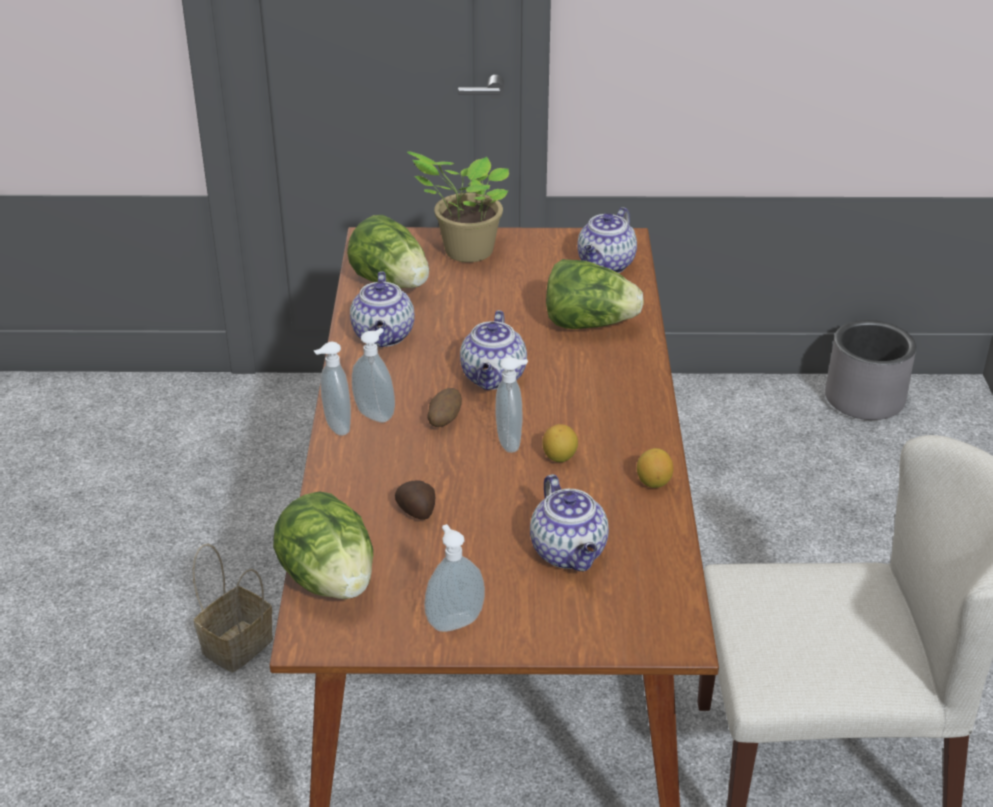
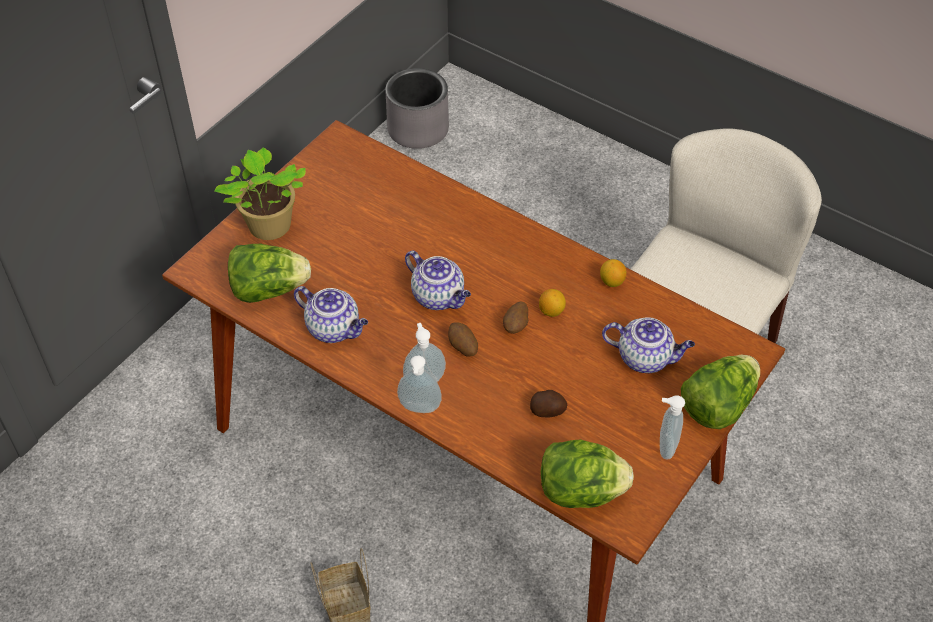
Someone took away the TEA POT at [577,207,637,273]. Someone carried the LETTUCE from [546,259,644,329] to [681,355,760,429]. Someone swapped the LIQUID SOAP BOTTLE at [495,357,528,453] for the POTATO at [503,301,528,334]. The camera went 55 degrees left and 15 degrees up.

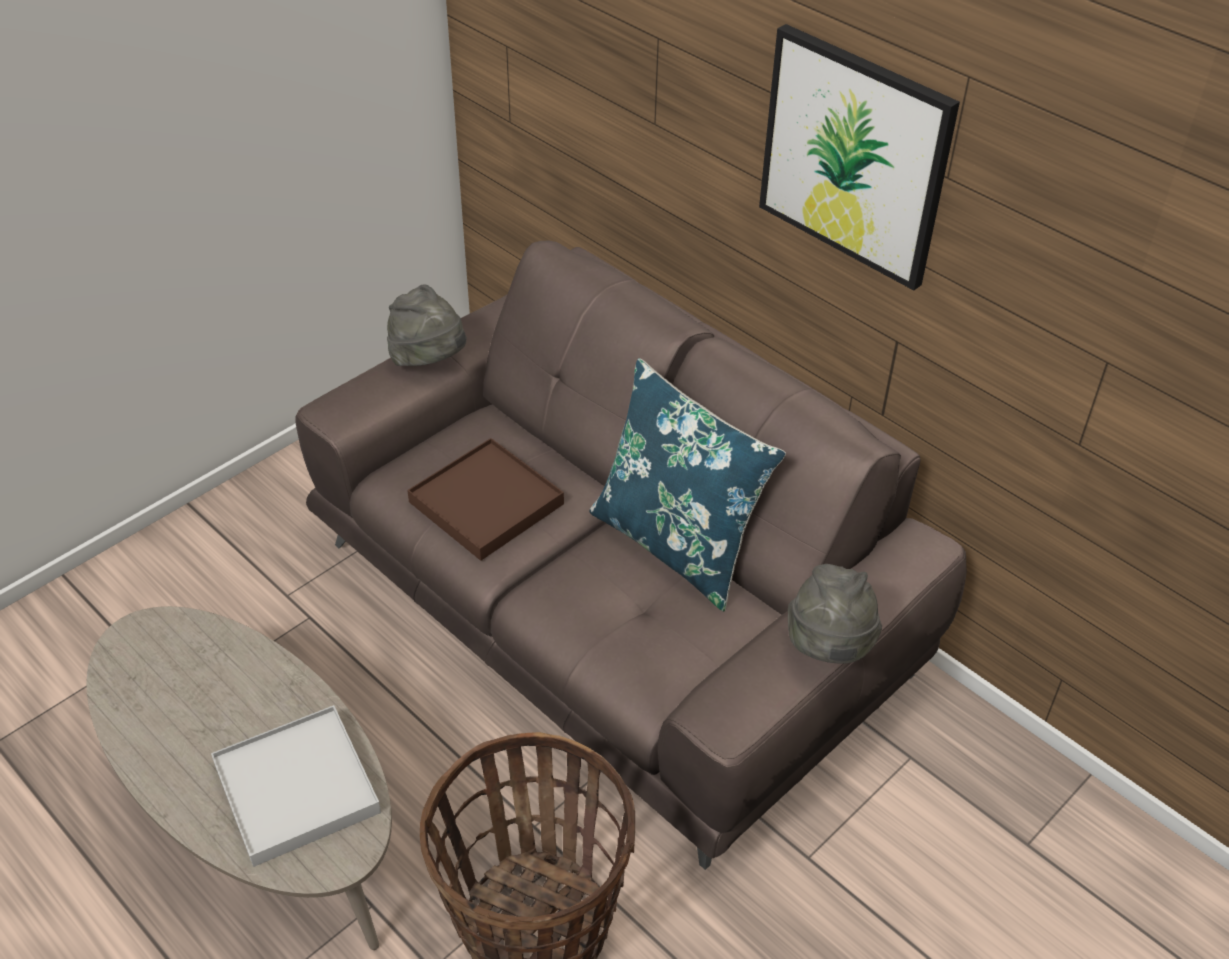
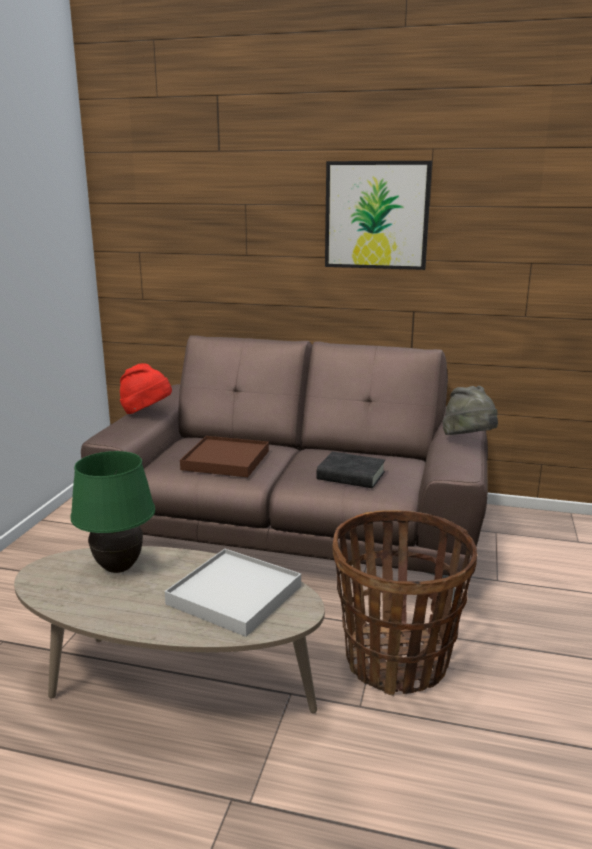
Someone repainted the GREYISH CLOTHING HAT at [387,284,467,366], which became the RED-COLOURED CLOTHING HAT at [120,363,172,414]. Someone took away the BLUISH THROW PILLOW at [589,358,786,612]. Someone put down the GREENISH TABLE LAMP at [70,451,155,573]. Someone put down the BLACK VOLUME at [316,452,385,488]. The camera went 30 degrees left and 25 degrees down.

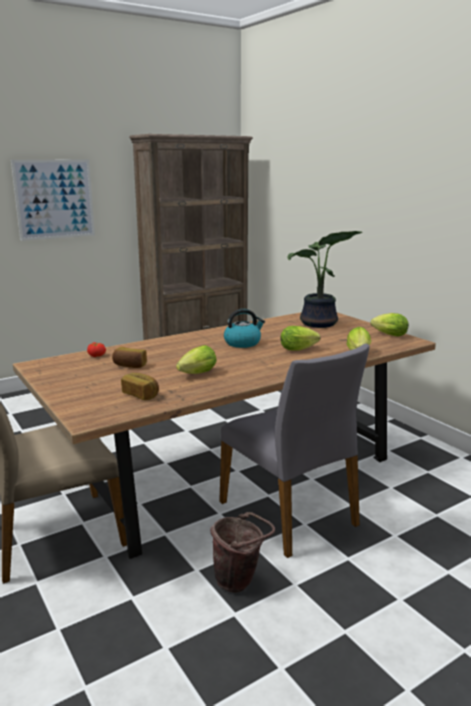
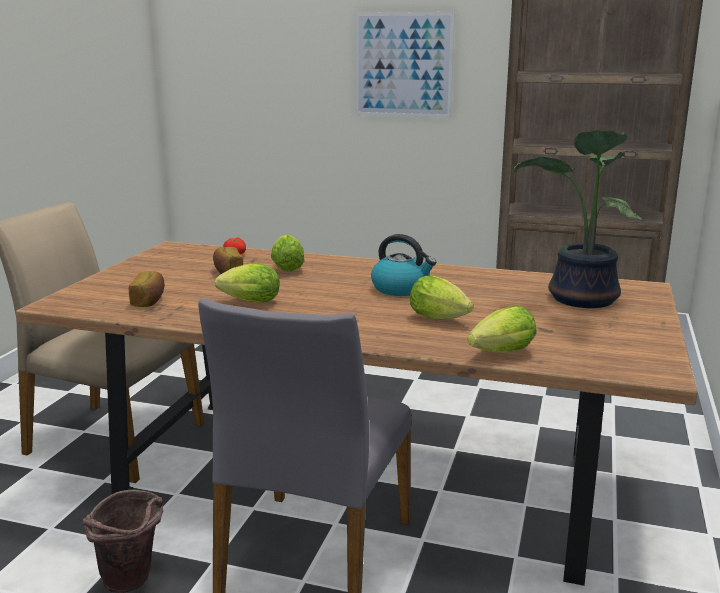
Someone carried the LETTUCE from [370,313,408,336] to [271,234,305,272]. The camera went 50 degrees right and 0 degrees up.

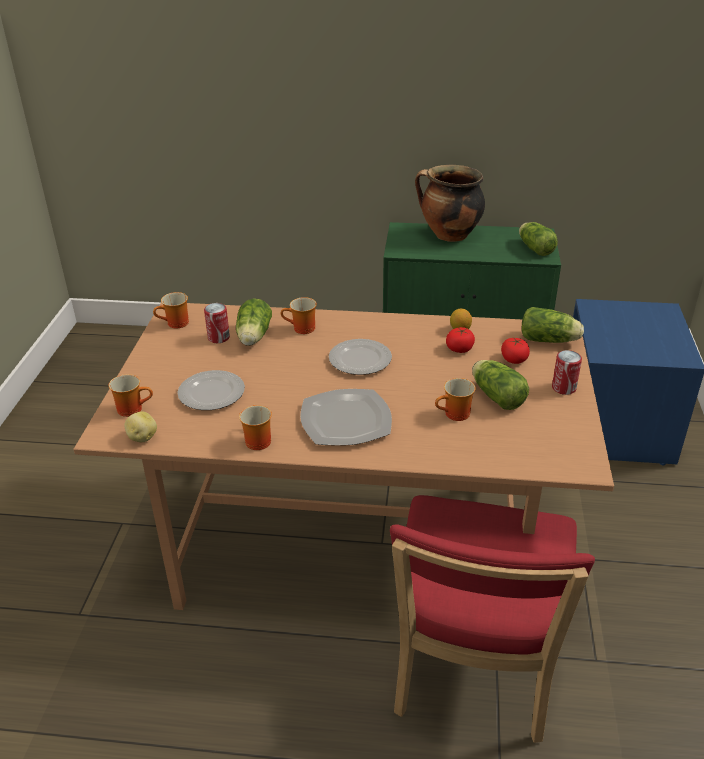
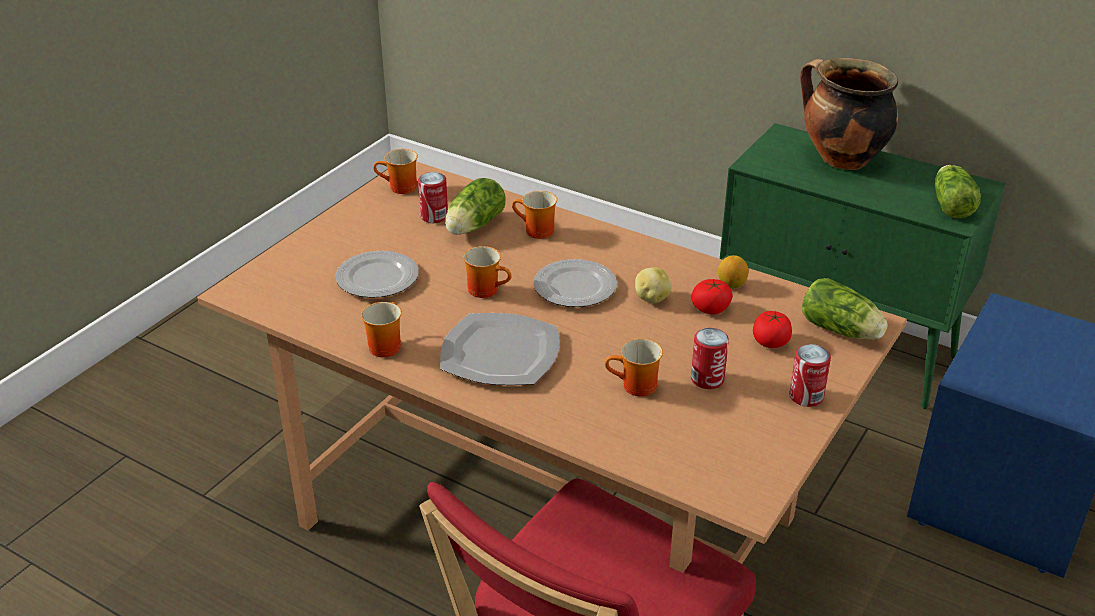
Someone swapped the LETTUCE at [472,360,529,410] for the CAN at [691,328,729,389]. Someone carried the MUG from [108,374,153,417] to [463,246,511,298]. Someone carried the POTATO from [124,411,157,442] to [635,267,672,303]. The camera went 25 degrees right and 0 degrees up.

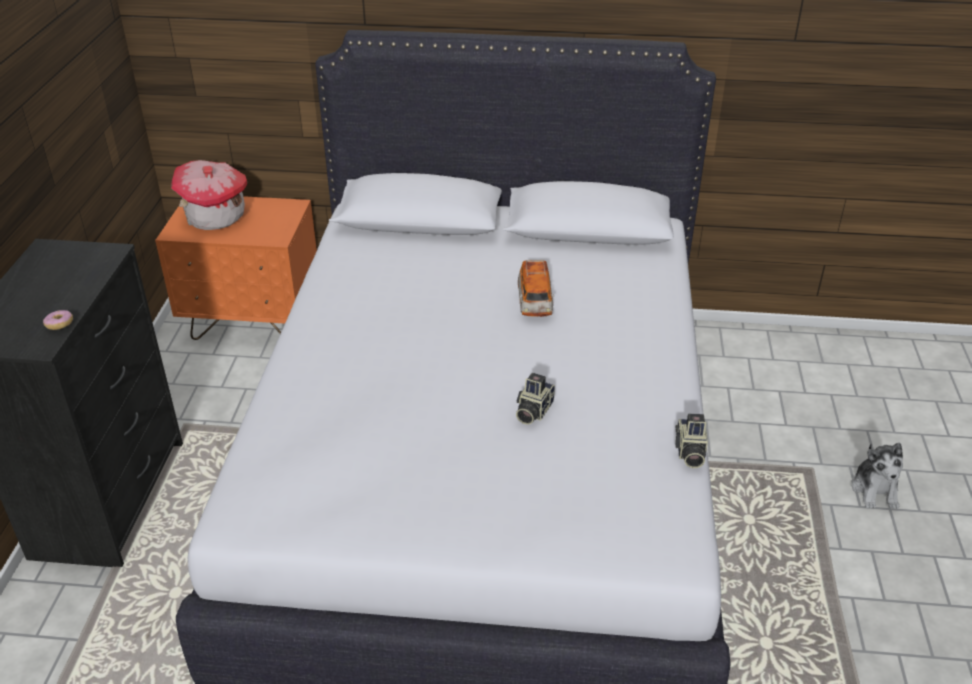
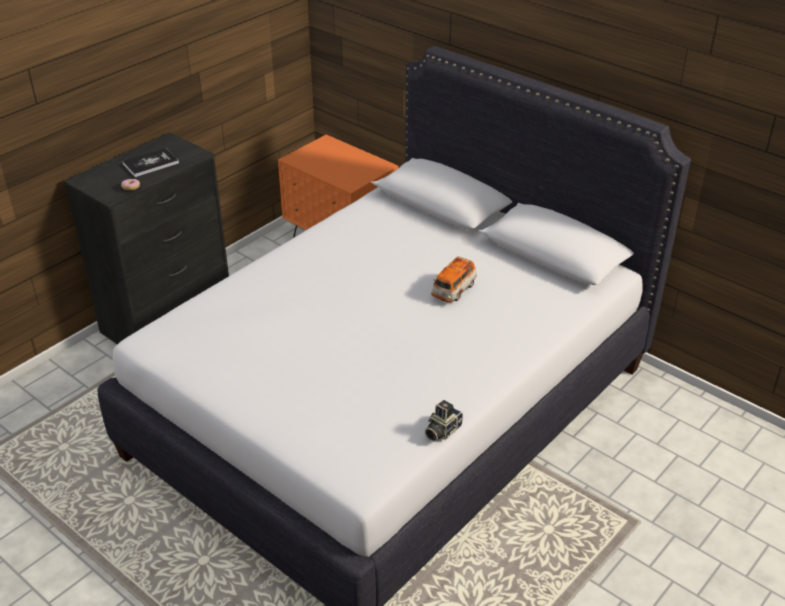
Someone took away the TOY HOUSE at [171,160,247,230]. Someone took away the STILL CAMERA at [516,373,555,425]. Someone took away the SOFT TOY at [851,442,903,509]. Someone put down the VOLUME at [122,148,179,177]. The camera went 35 degrees right and 0 degrees up.

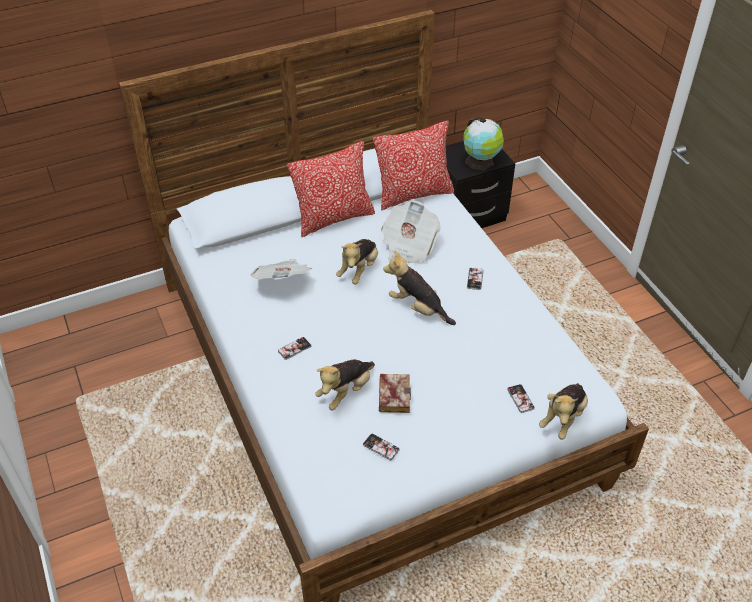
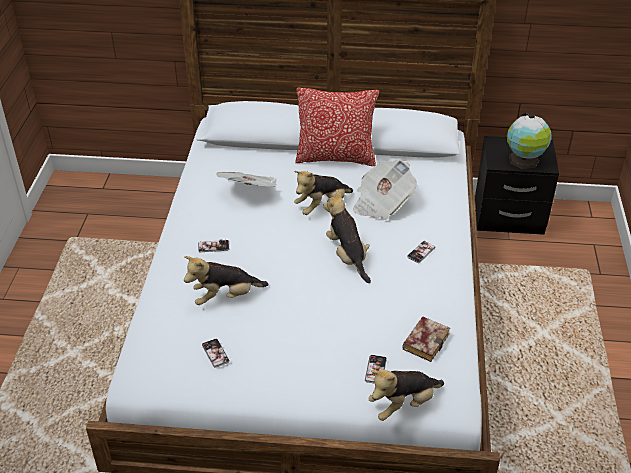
Someone took away the THROW PILLOW at [373,121,454,210]. Someone carried the VOLUME from [379,374,411,413] to [402,316,450,362]. The camera went 30 degrees right and 5 degrees down.

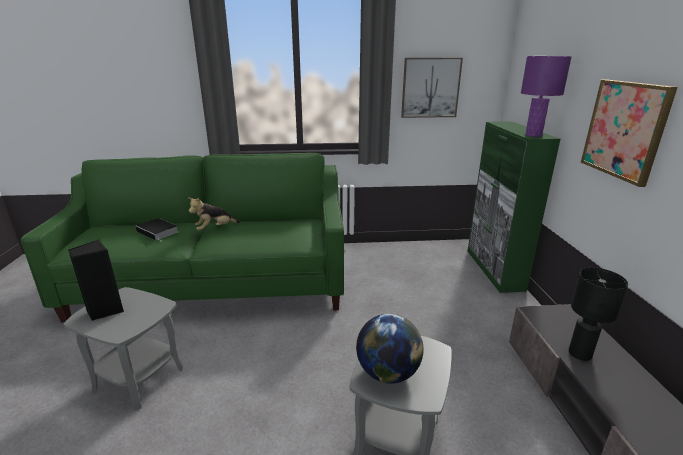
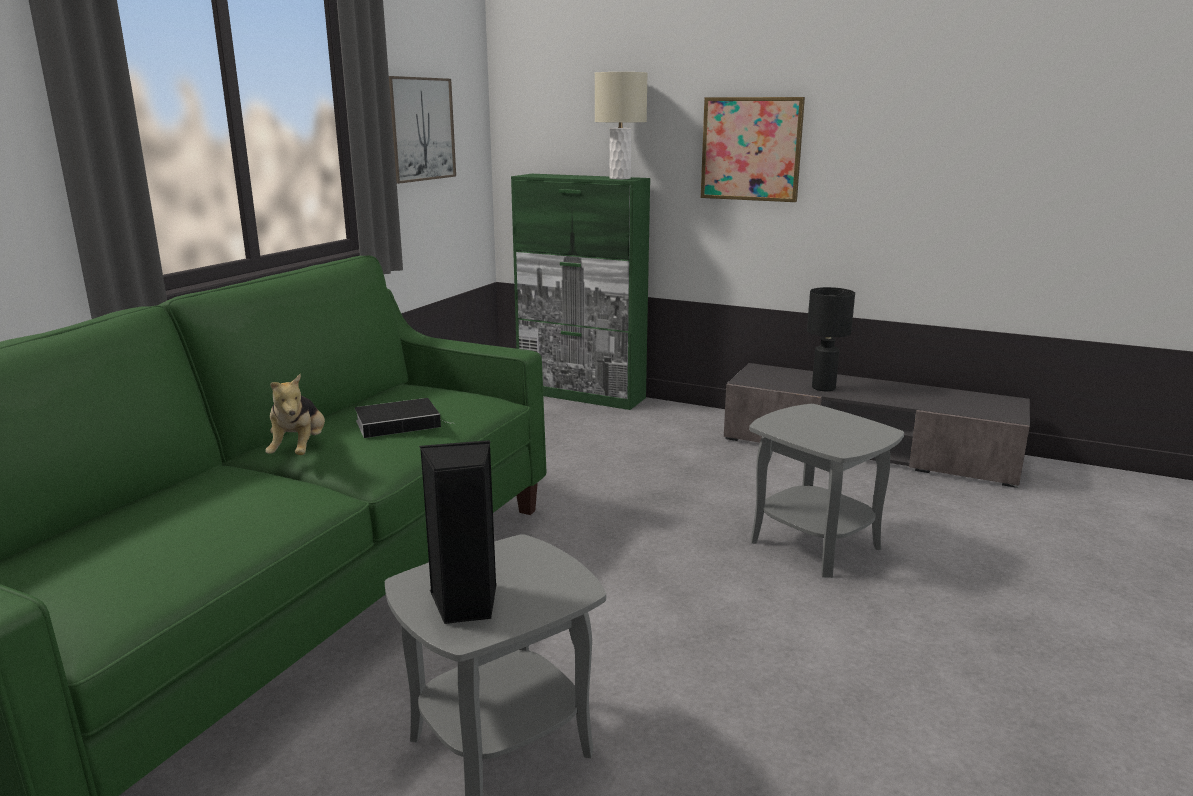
Someone repainted the PURPLISH TABLE LAMP at [521,56,572,137], which became the SAND-COLOURED TABLE LAMP at [595,72,648,179]. Someone carried the VOLUME from [135,218,178,241] to [355,398,454,438]. Someone took away the DESK GLOBE at [356,314,424,384]. The camera went 60 degrees left and 5 degrees down.

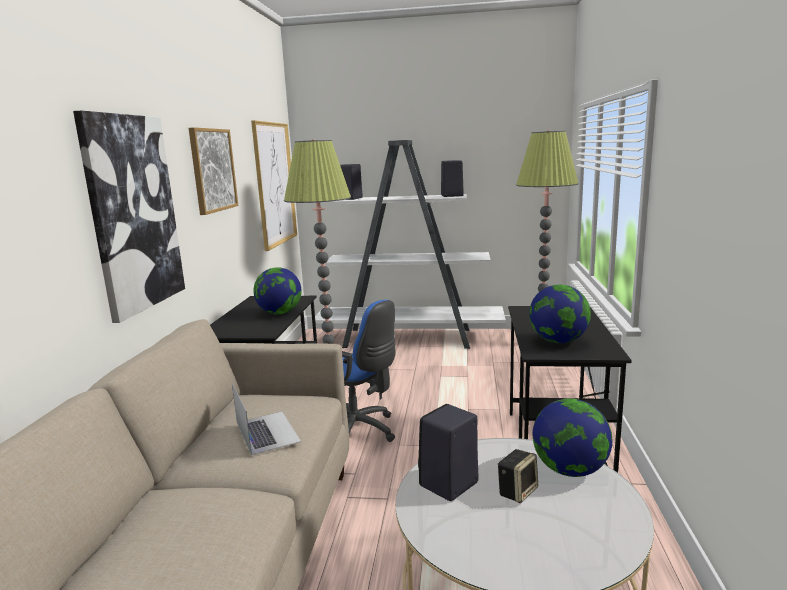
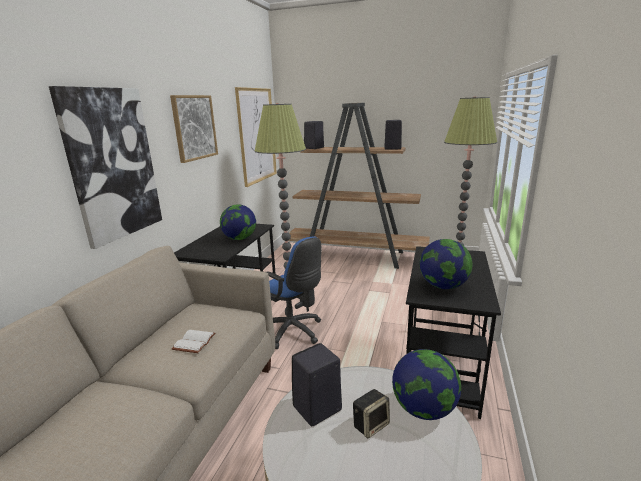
Someone repainted the WHITISH BOOKSHELF at [315,140,506,349], which became the BROWN-COLOURED BOOKSHELF at [288,103,430,269]. Someone swapped the LAPTOP at [232,383,301,455] for the WHITISH VOLUME at [172,330,216,353]. The camera went 10 degrees right and 5 degrees up.

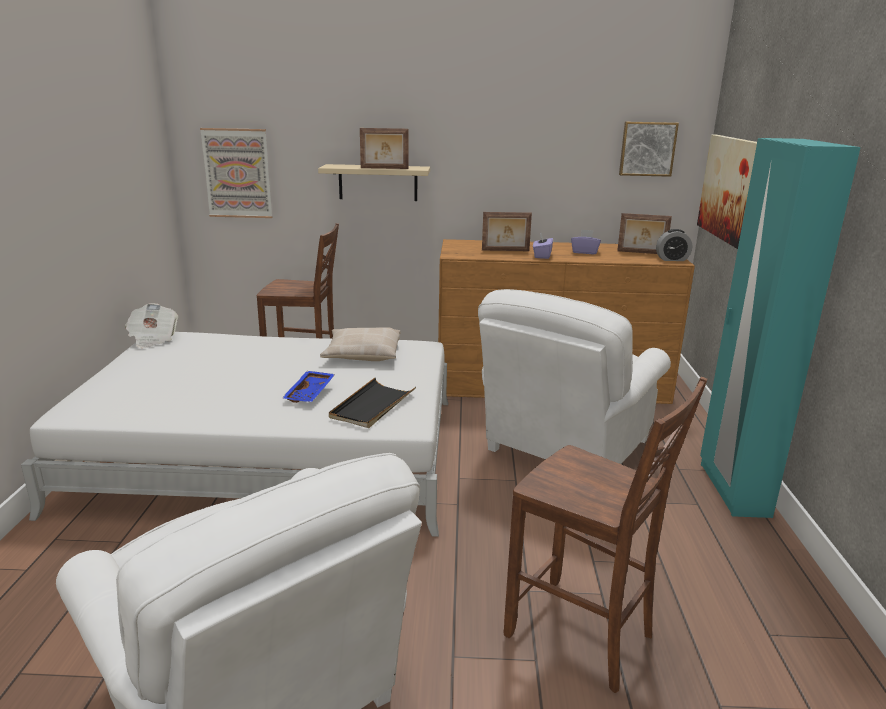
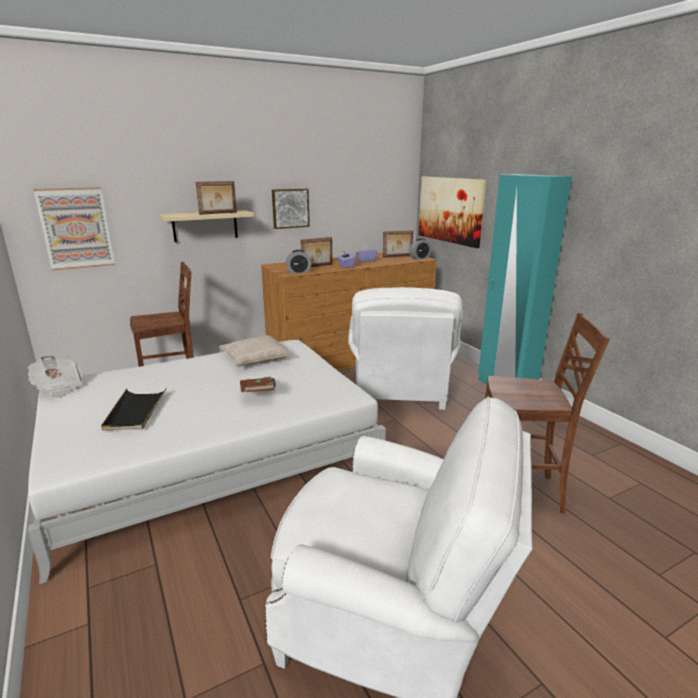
Someone carried the WALL PICTURE from [619,122,679,177] to [272,189,310,229]. Someone swapped the BLUISH TRAY at [282,371,335,403] for the BROWN-COLOURED VOLUME at [240,377,276,393]. Someone carried the BLACK TRAY from [329,378,416,428] to [101,388,167,431]. Someone put down the TABLE CLOCK at [286,250,311,274]. The camera went 30 degrees left and 0 degrees up.

